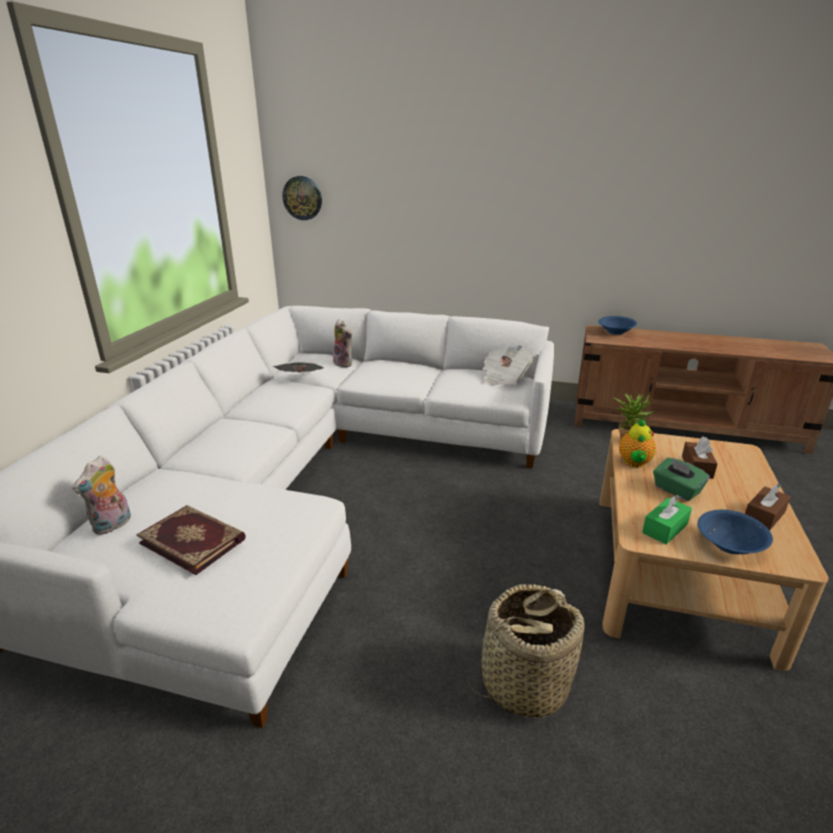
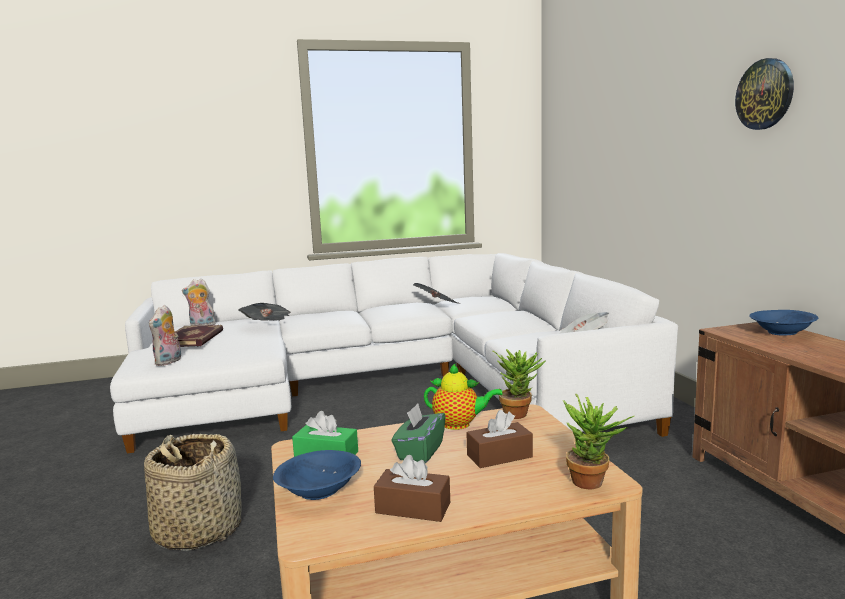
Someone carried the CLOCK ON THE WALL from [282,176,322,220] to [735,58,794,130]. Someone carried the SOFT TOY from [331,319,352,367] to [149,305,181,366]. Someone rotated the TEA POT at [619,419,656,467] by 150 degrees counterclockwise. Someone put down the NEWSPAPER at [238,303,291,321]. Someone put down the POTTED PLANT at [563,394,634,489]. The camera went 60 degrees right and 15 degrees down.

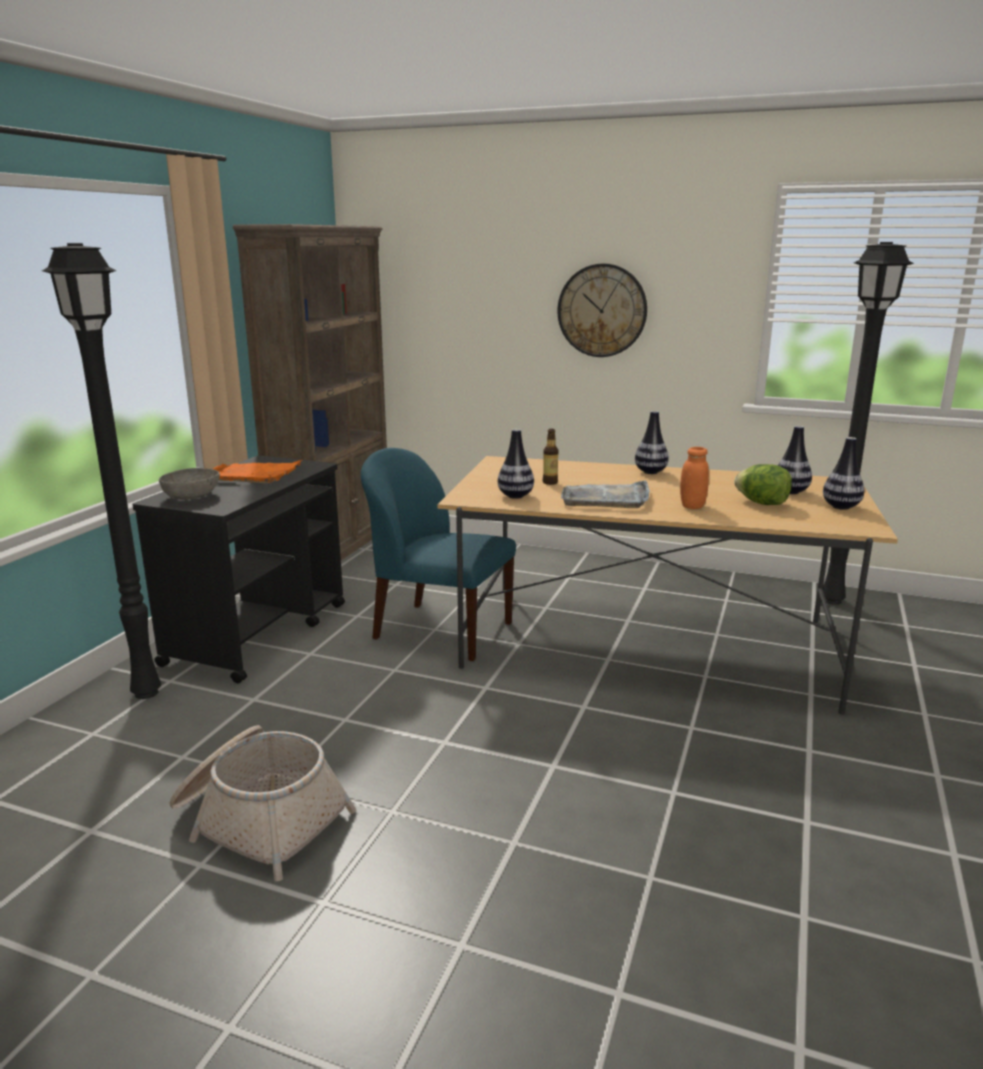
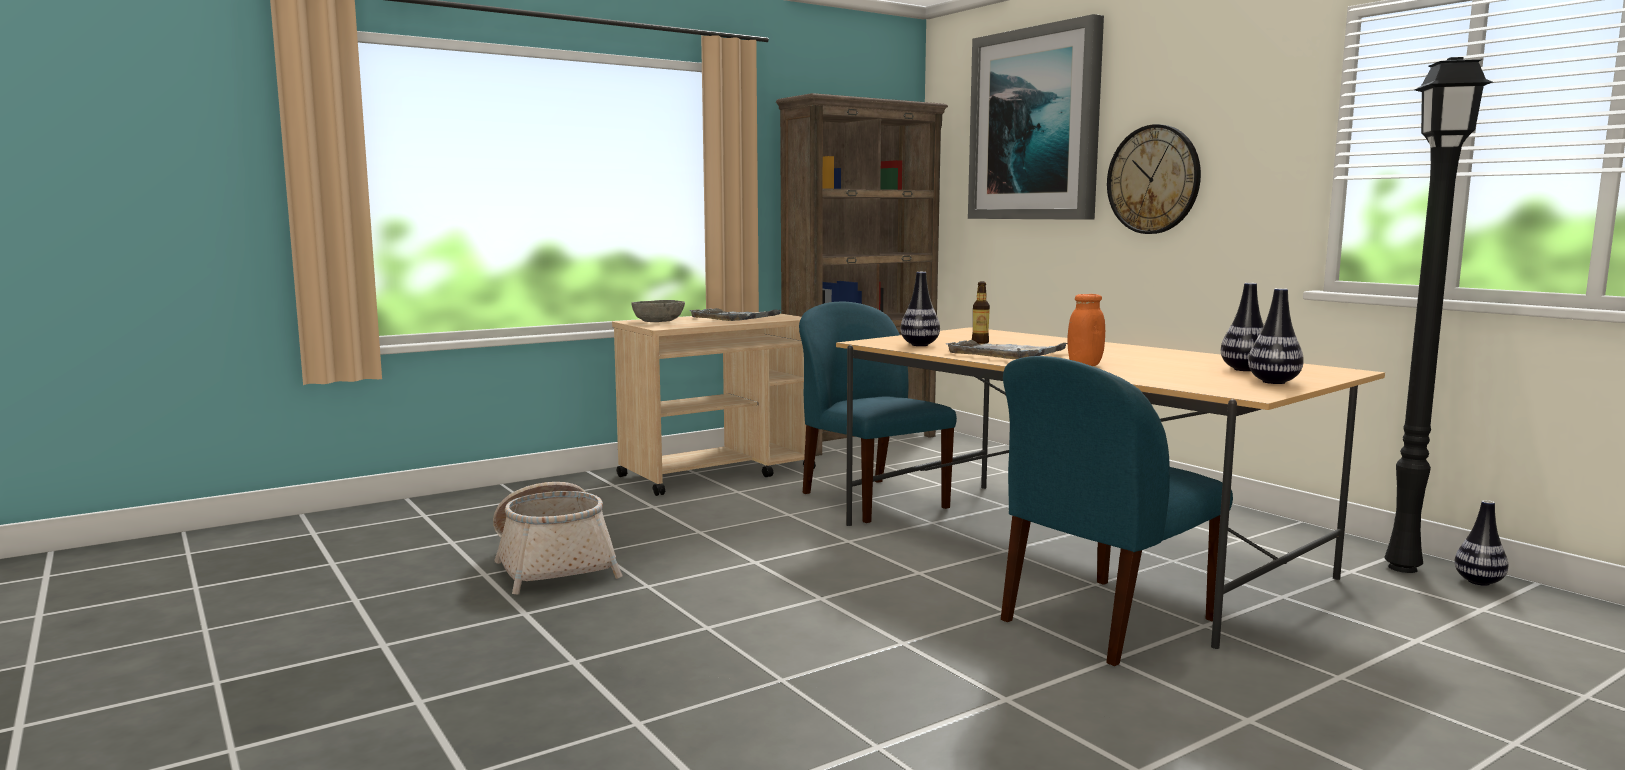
Someone took away the BLACK FLOOR LAMP at [42,243,161,699]. Someone carried the DECORATIVE VASE from [635,411,669,474] to [1454,500,1508,586]. Someone repainted the BLACK WHEELED CART at [132,455,345,683], which became the SAND-COLOURED WHEELED CART at [612,312,816,496]. Someone repainted the ORANGE-COLOURED TRAY at [213,460,302,483], which became the GREYISH TRAY at [689,308,784,321]. Someone took away the LETTUCE at [734,464,792,505]. Someone put up the WALL PICTURE at [968,14,1104,220]. Someone put down the BLUISH UPRIGHT CHAIR at [1001,356,1233,666]. The camera went 35 degrees right and 10 degrees down.

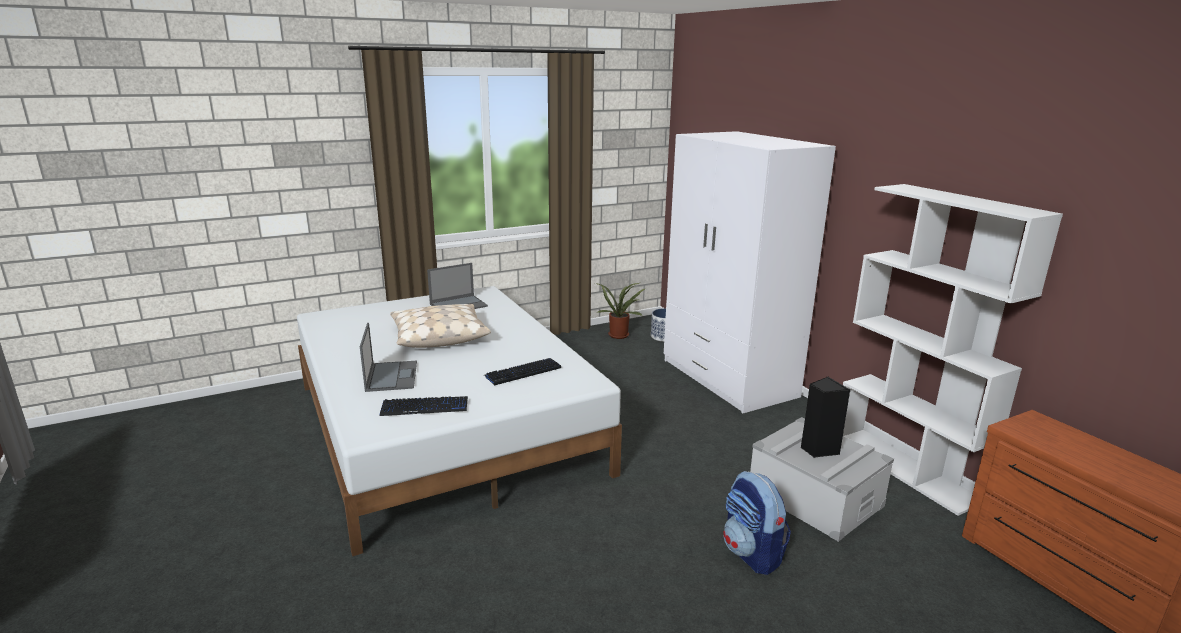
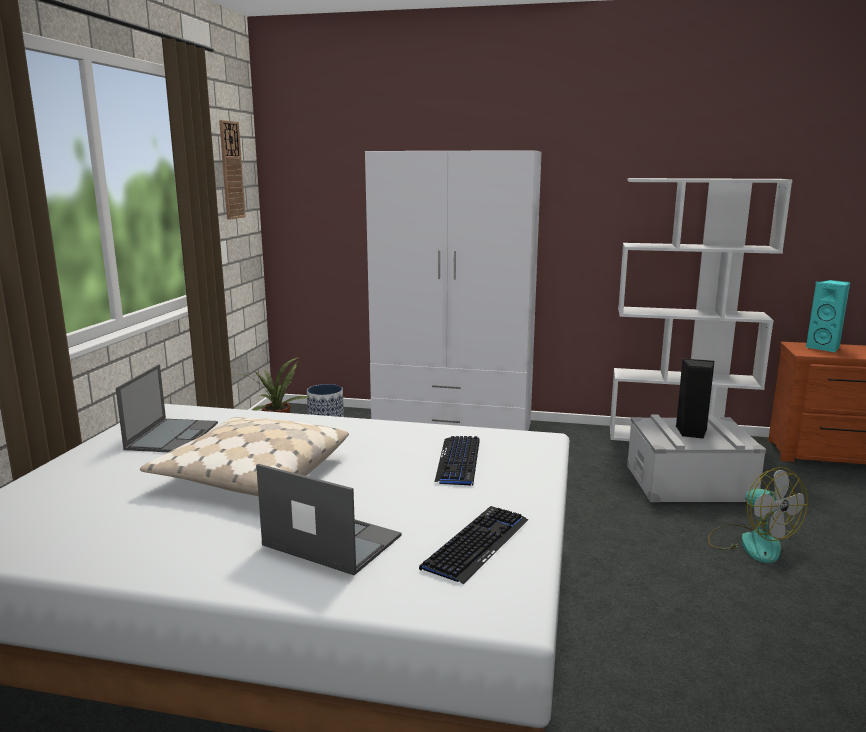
Someone swapped the KNAPSACK at [723,471,791,575] for the COOLING FAN at [708,467,808,563]. Someone put up the CLOCK ON THE WALL at [219,120,246,220]. Someone put down the TURQUOISE LOUDSPEAKER at [806,280,850,352]. The camera went 50 degrees left and 5 degrees down.

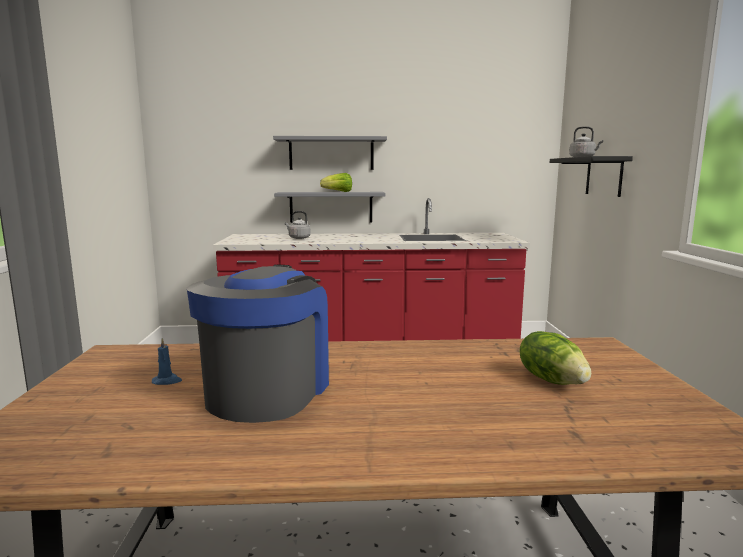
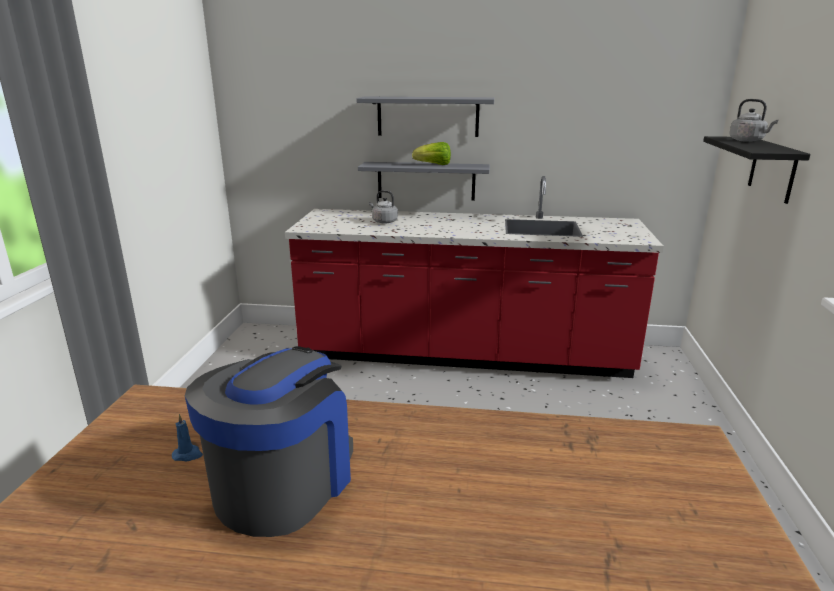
Someone took away the LETTUCE at [520,331,591,385]. The camera went 10 degrees right and 10 degrees up.

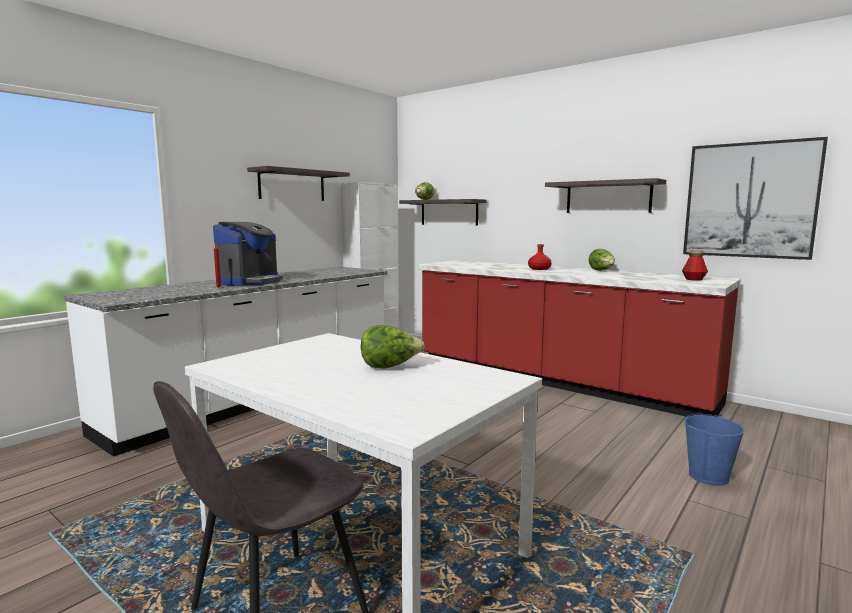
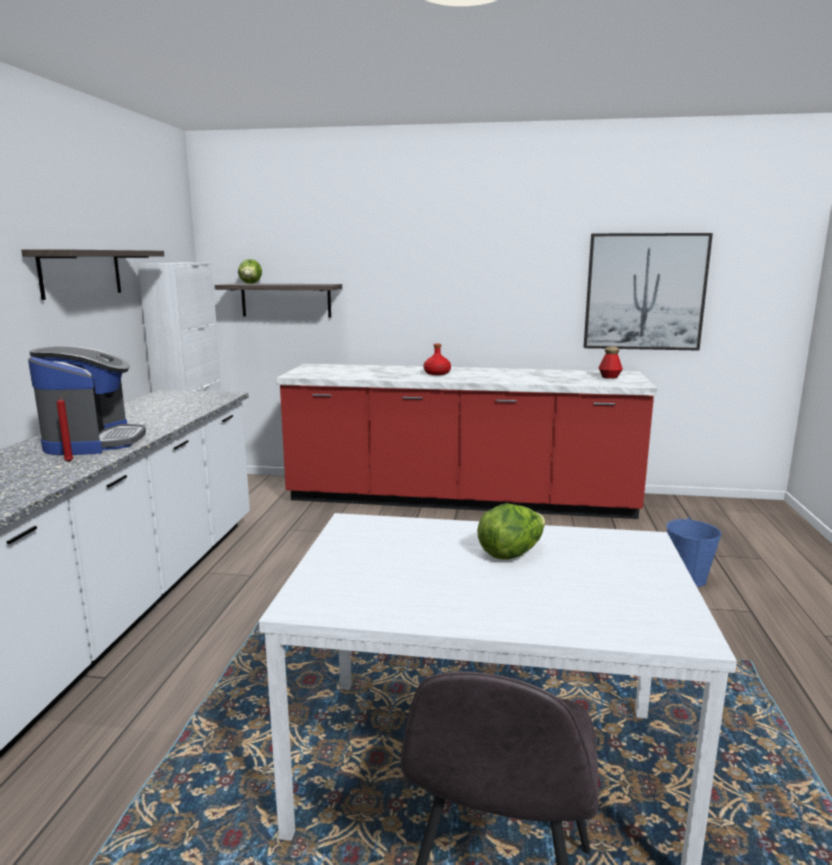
Someone took away the SHELF at [545,178,666,213]. Someone took away the LETTUCE at [589,249,615,271]. The camera went 30 degrees left and 5 degrees up.

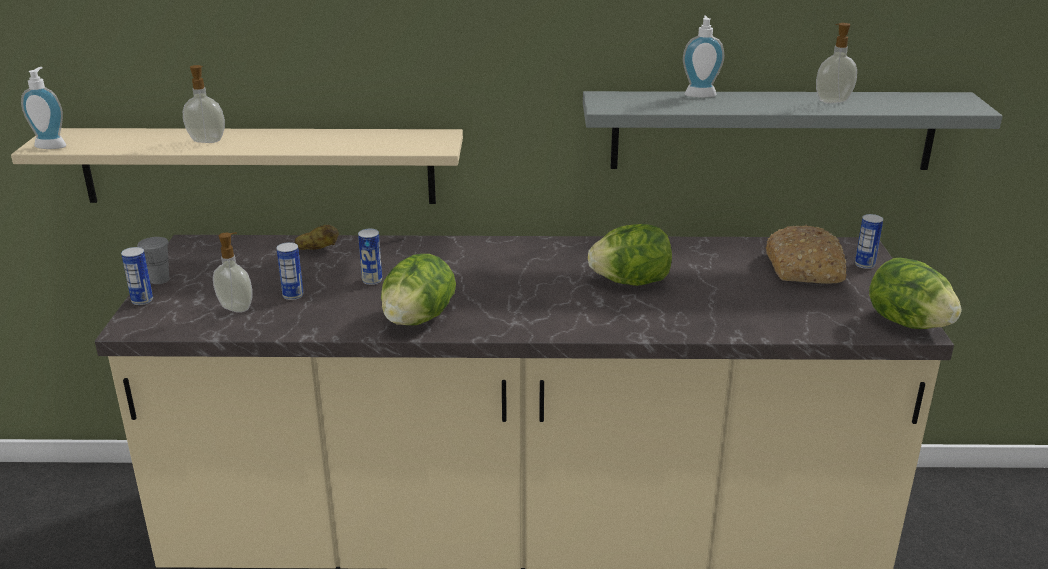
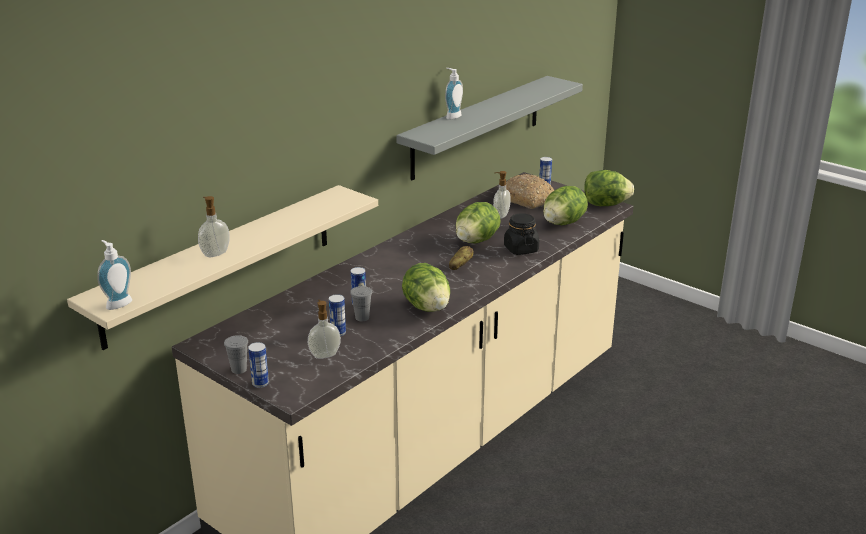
Someone carried the LIQUID SOAP BOTTLE from [816,23,857,103] to [493,171,511,219]. Someone carried the POTATO from [295,225,339,250] to [449,246,474,270]. Someone put down the LETTUCE at [543,186,588,225]. Someone put down the BLACK STORAGE JAR at [504,213,539,255]. Someone put down the GREYISH SMALL CUP at [350,286,372,321]. The camera went 50 degrees left and 0 degrees up.

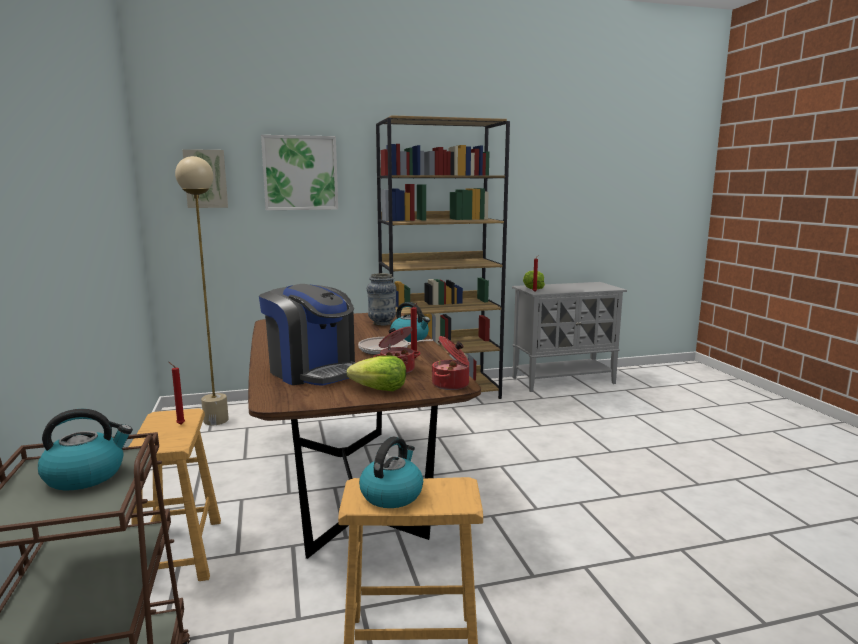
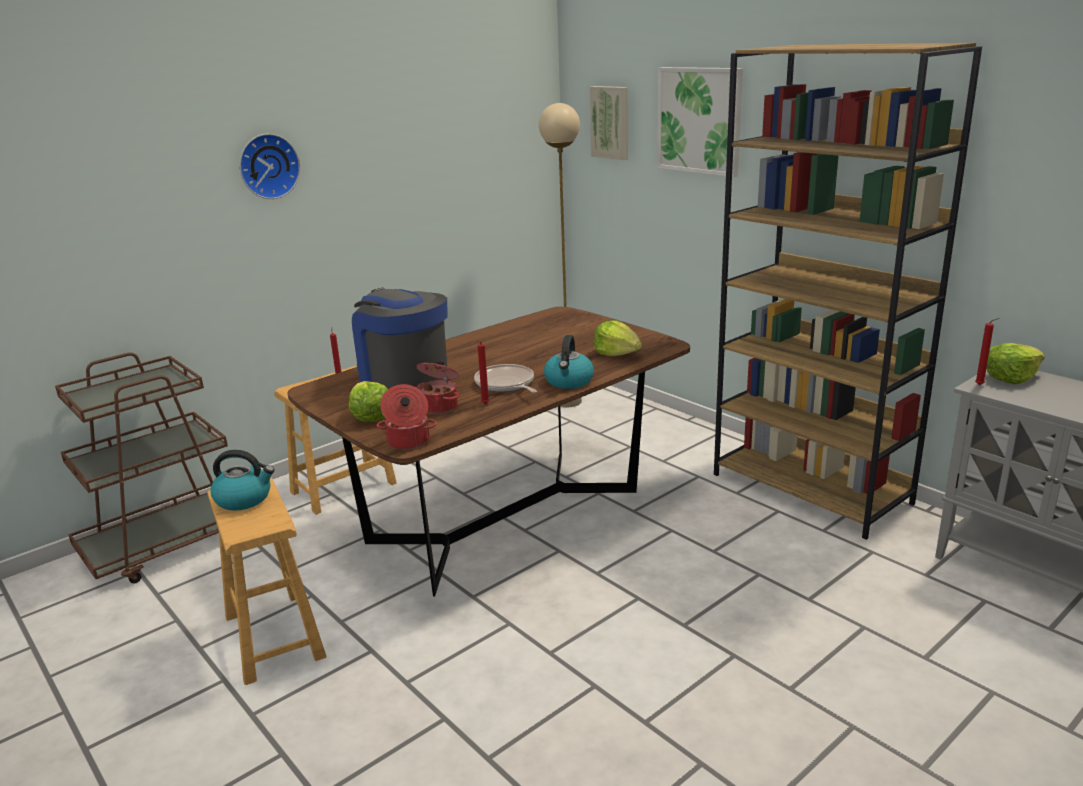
Someone swapped the DECORATIVE VASE at [367,273,397,326] for the LETTUCE at [594,320,642,356]. Someone rotated the COFFEE MACHINE at [259,284,355,386] by 120 degrees clockwise. Someone took away the WATER KETTLE at [38,409,133,491]. Someone put up the CLOCK ON THE WALL at [239,134,300,199]. The camera went 65 degrees right and 10 degrees up.

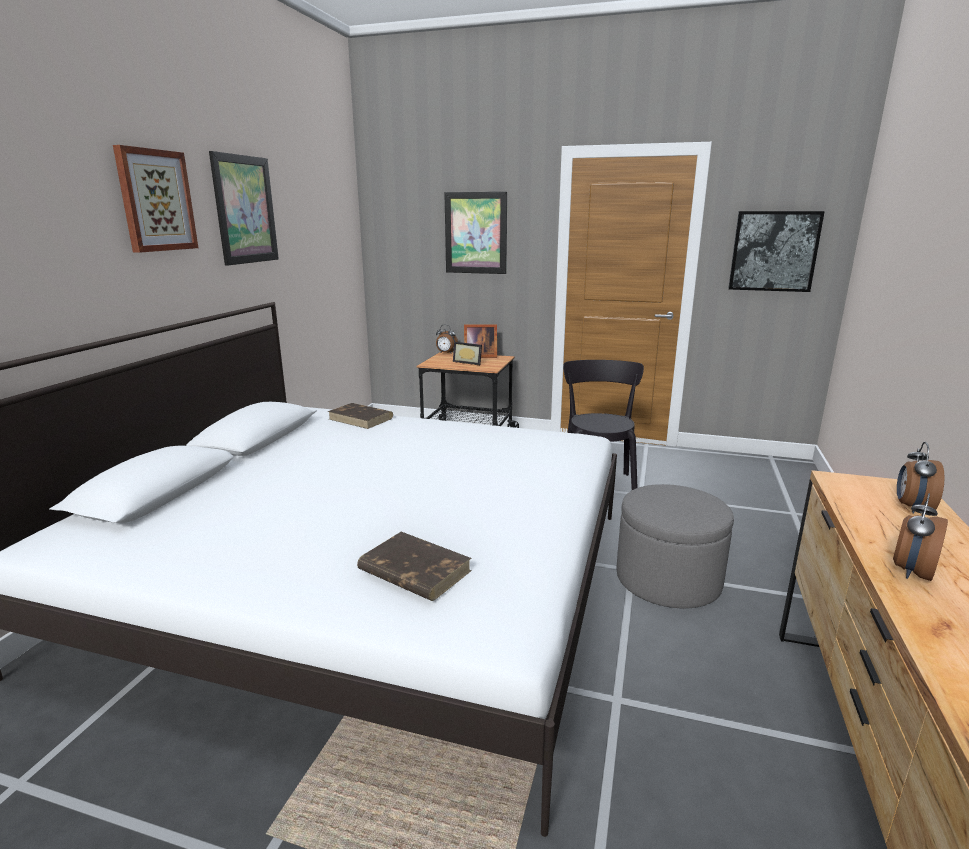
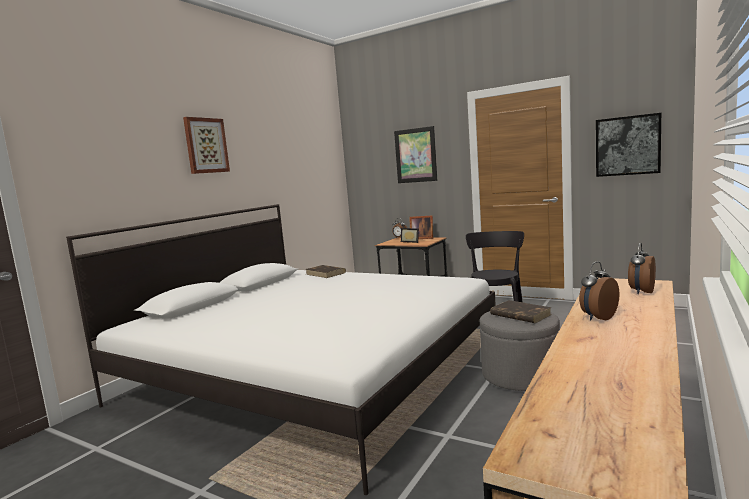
Someone took away the WALL PICTURE at [209,151,279,266]. Someone carried the BROWN-COLOURED VOLUME from [357,532,472,601] to [490,300,551,323]. The camera went 15 degrees right and 10 degrees down.

